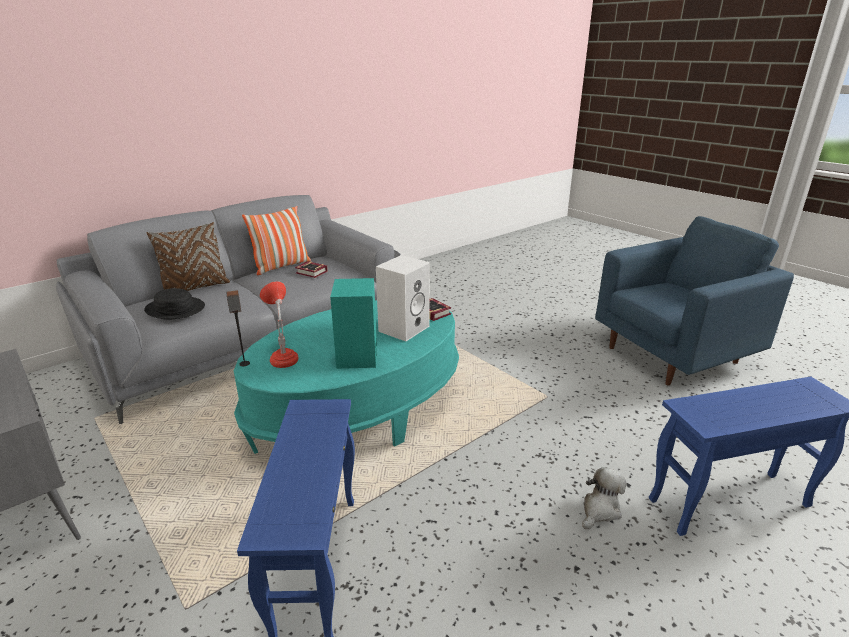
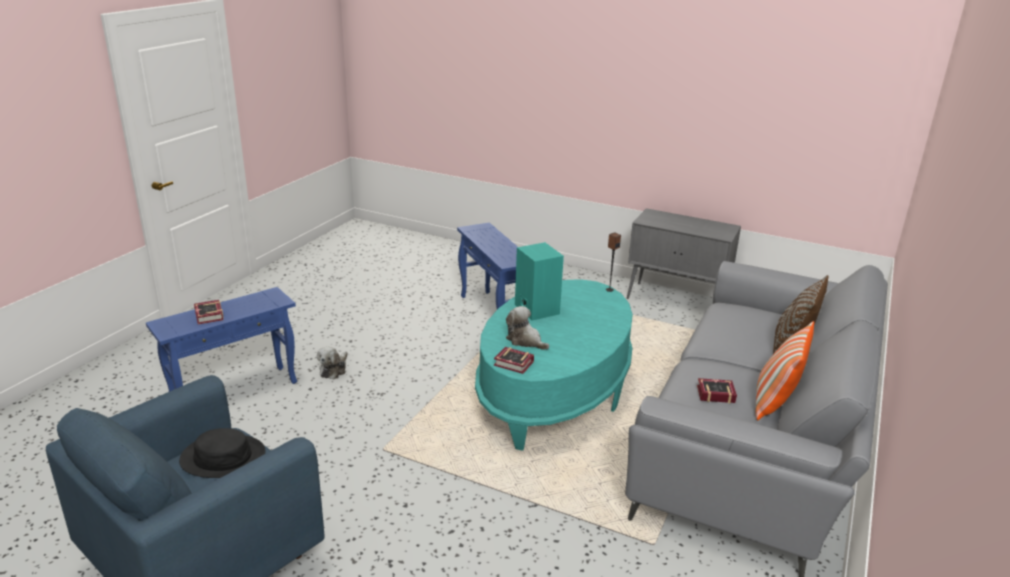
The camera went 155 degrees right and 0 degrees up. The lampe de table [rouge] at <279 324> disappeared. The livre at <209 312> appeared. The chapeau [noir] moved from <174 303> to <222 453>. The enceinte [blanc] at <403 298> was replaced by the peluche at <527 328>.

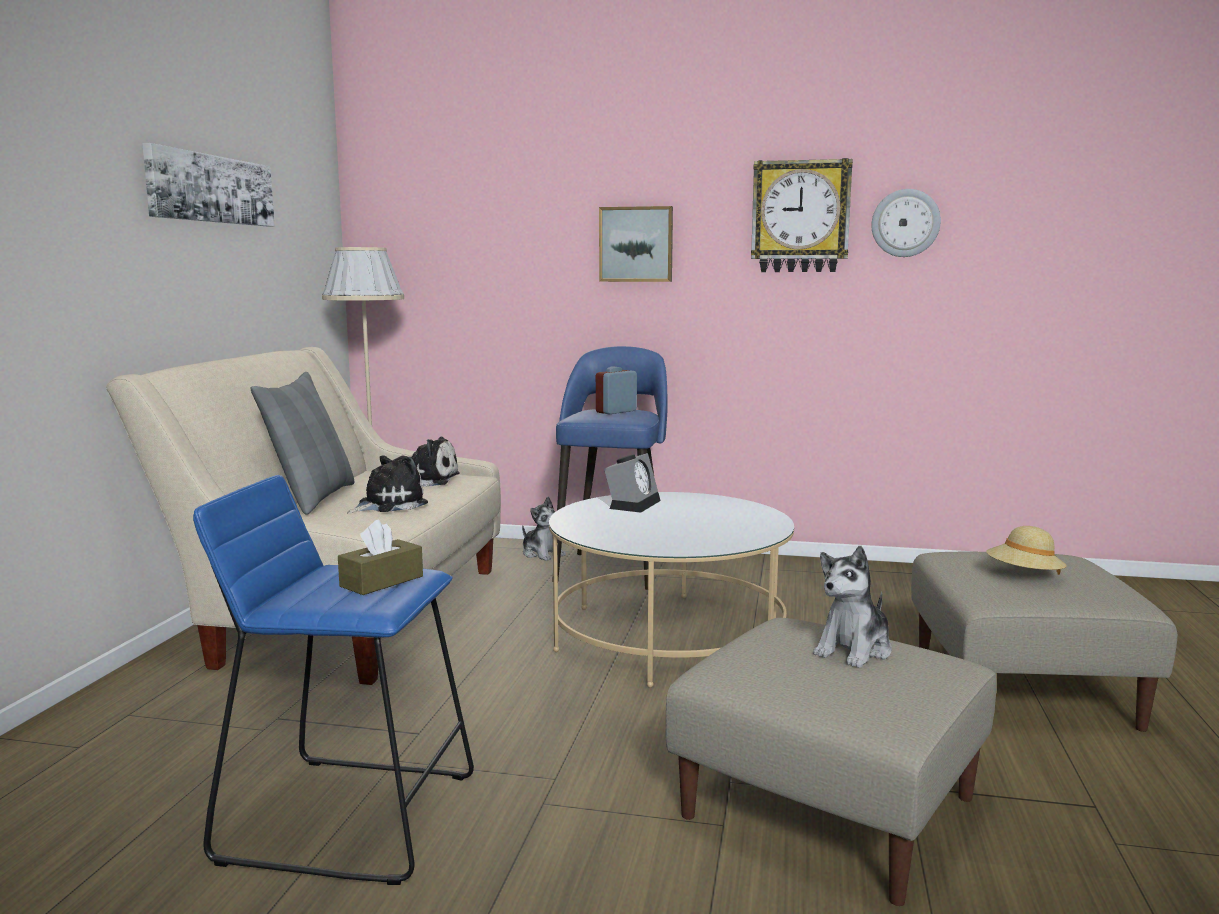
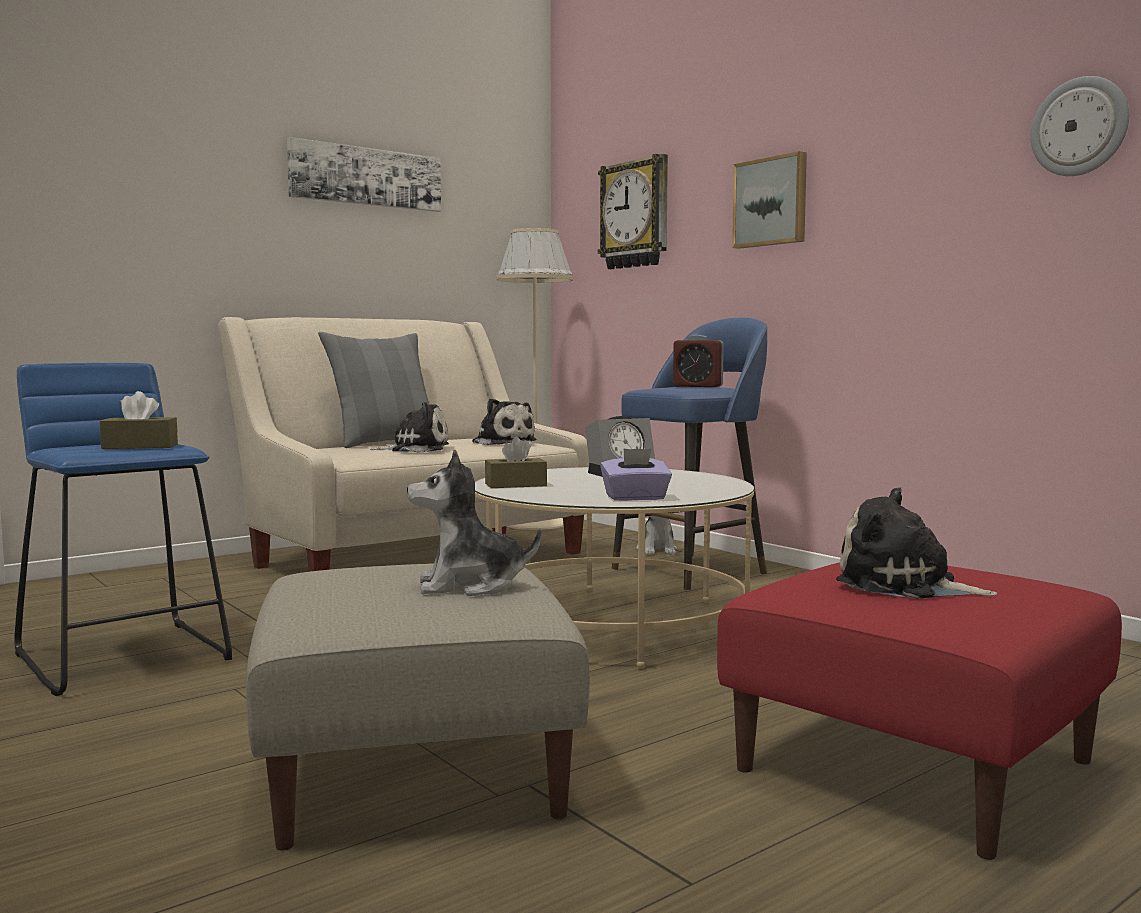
The camera went 40 degrees right and 5 degrees down. The boîte à mouchoirs [marron] at <516 462> appeared. The boîte à mouchoirs [violet] at <636 475> appeared. The horloge murale moved from <802 215> to <633 211>. The chapeau [beige] at <1026 550> was replaced by the peluche at <916 543>. The pouf [beige] at <1044 642> became the pouf [rouge] at <919 711>. The réveil at <616 390> turned 150 degrees counterclockwise.

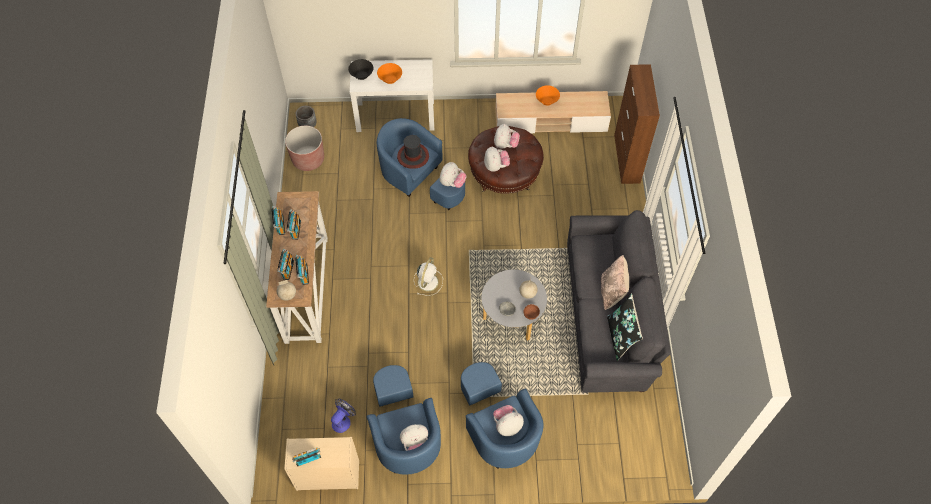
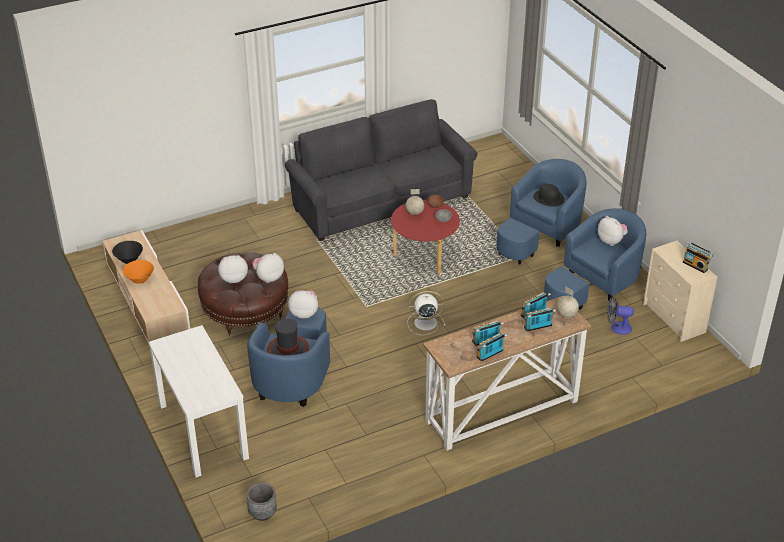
The camera went 115 degrees left and 20 degrees down. The cache-pot [marron] at <304 148> disappeared. The bol [orange] at <389 73> disappeared. The coussin [beige] at <615 282> disappeared. The coussin [noir] at <625 327> disappeared. The meuble de rangement [marron] at <637 124> disappeared. The bol [noir] moved from <360 69> to <127 252>. The peluche at <508 420> was replaced by the chapeau [noir] at <548 195>. The table basse [gris] at <514 305> became the table basse [rouge] at <425 237>.

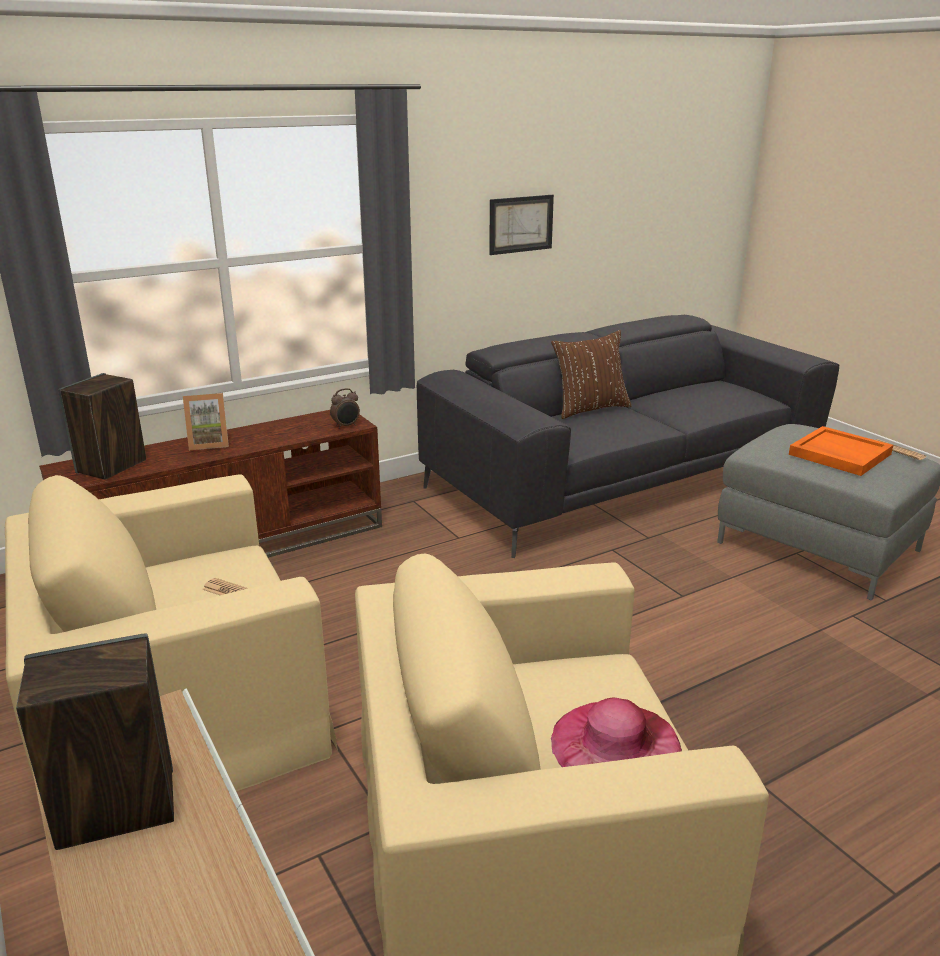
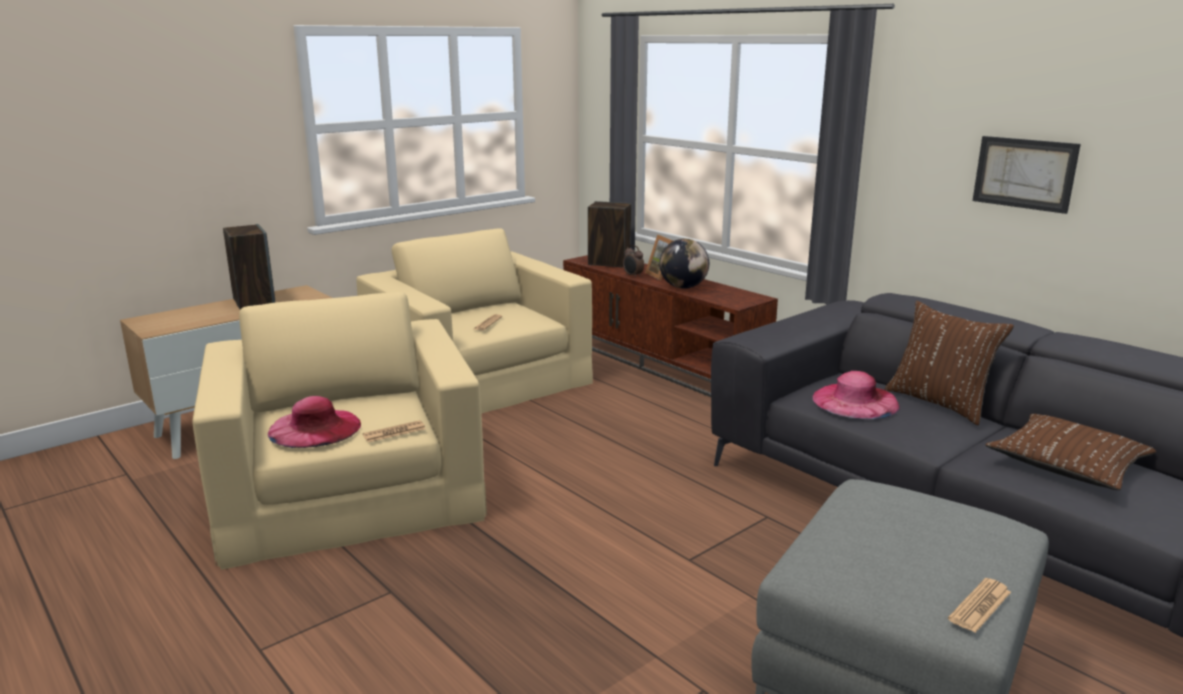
The camera went 80 degrees right and 5 degrees down. The plateau [orange] at <841 451> disappeared. The journal at <394 431> appeared. The globe at <684 264> appeared. The chapeau [rose] at <856 395> appeared. The coussin [marron] at <1070 452> appeared. The réveil moved from <345 408> to <633 261>.

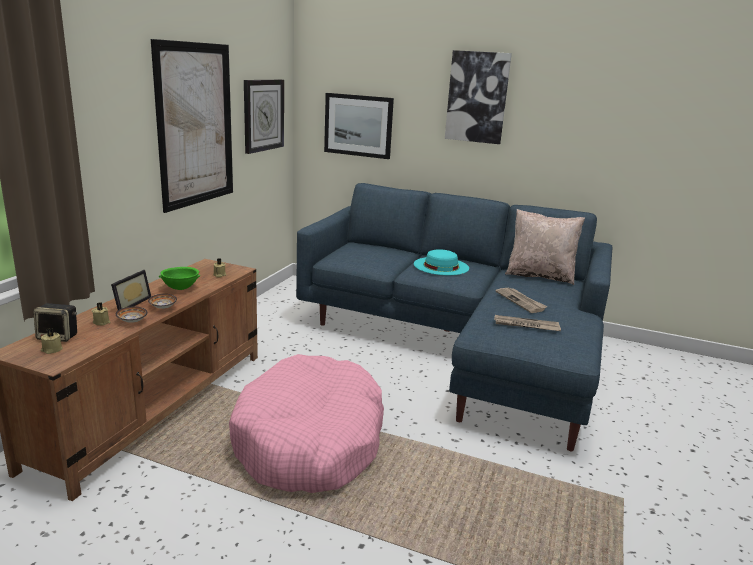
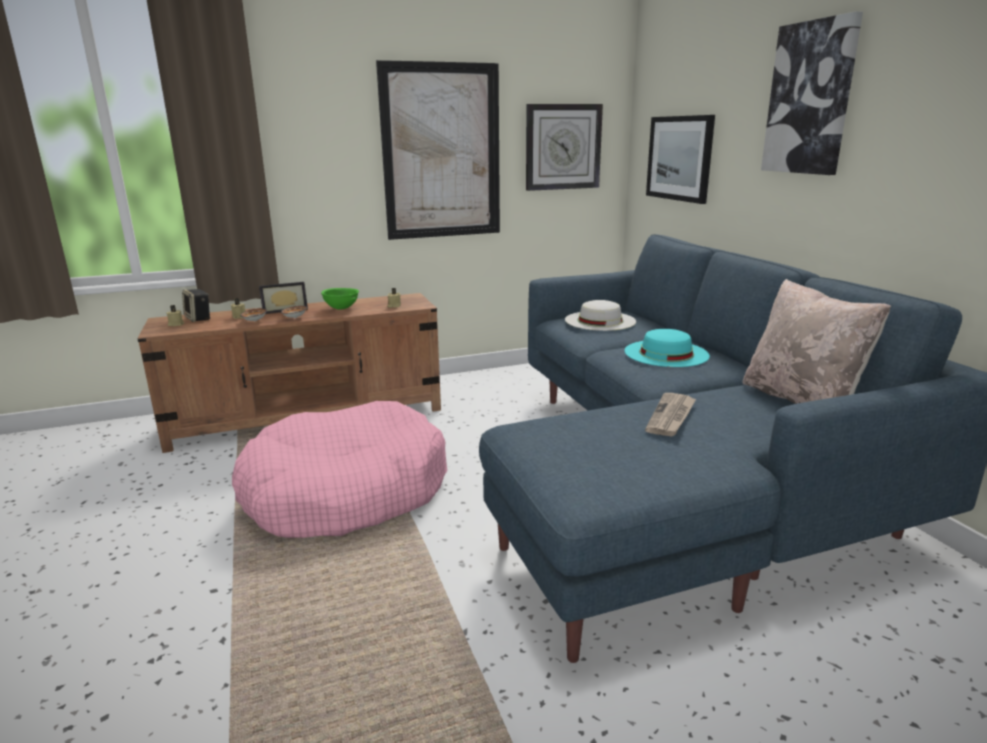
The camera went 50 degrees right and 0 degrees up. The journal at <527 323> disappeared. The chapeau [blanc] at <600 315> appeared.

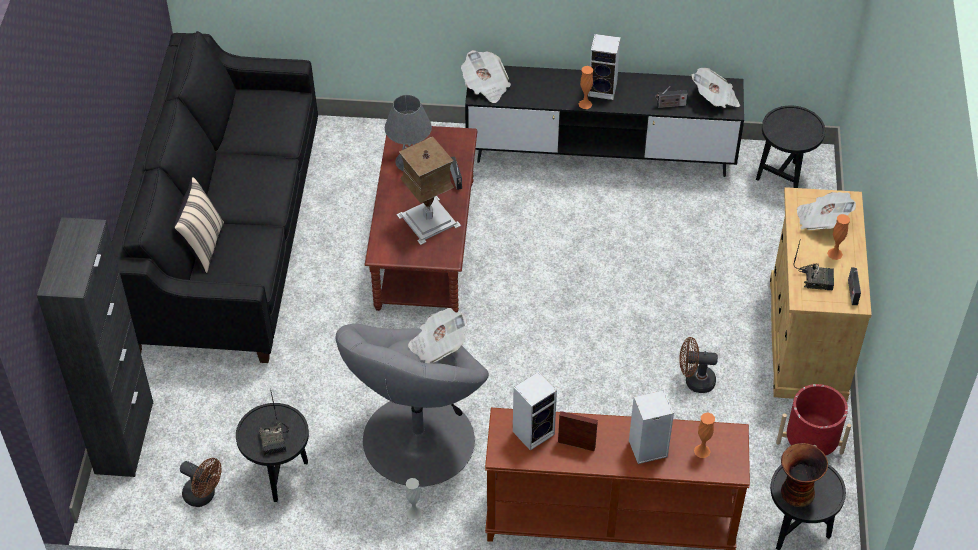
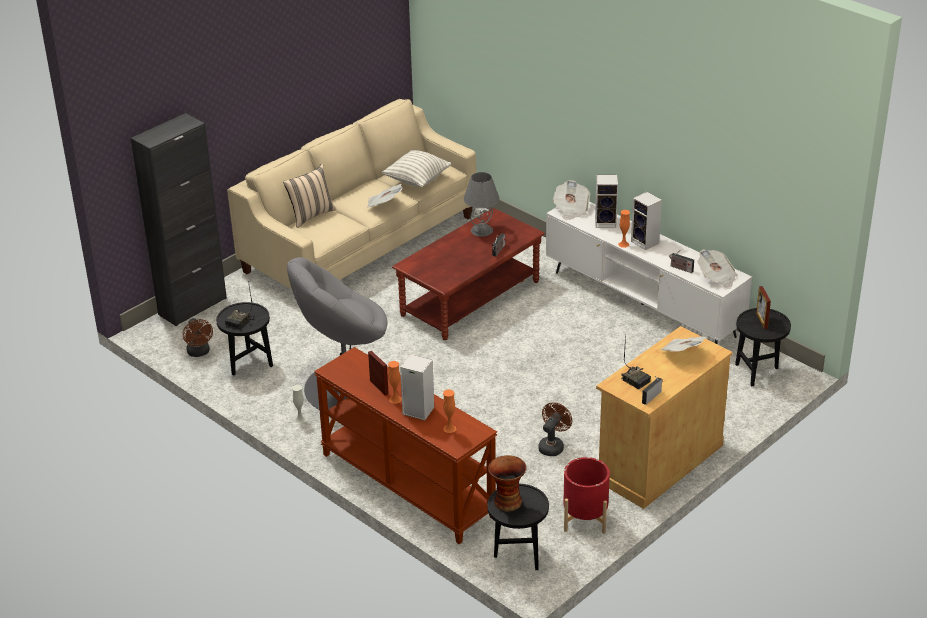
The camera went 40 degrees right and 15 degrees down. The lampe de table at <428 190> disappeared. The coussin at <417 168> appeared. The cadre photo at <763 307> appeared. The journal moved from <437 335> to <385 196>. The enceinte moved from <535 411> to <606 201>. The vase [orange] moved from <838 237> to <395 382>. The canapé [noir] at <215 197> became the canapé [beige] at <351 194>. The meuble télé [noir] at <604 121> became the meuble télé [blanc] at <649 272>. The ventilateur [marron] at <698 365> turned 75 degrees clockwise.

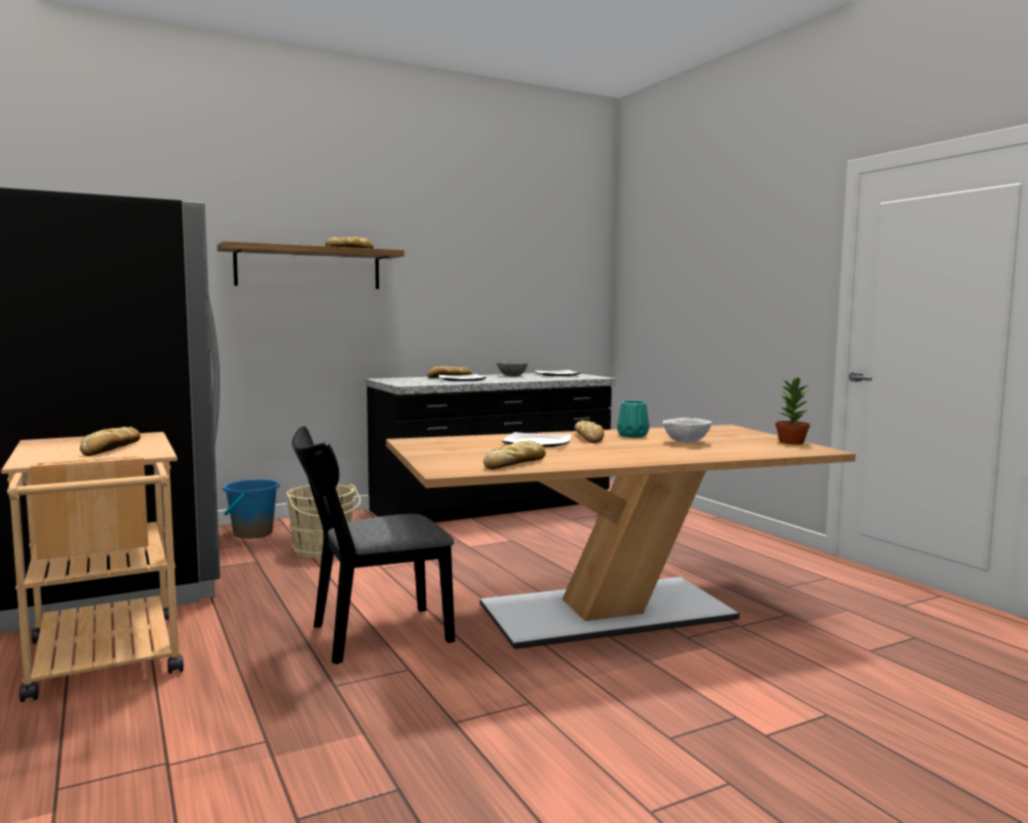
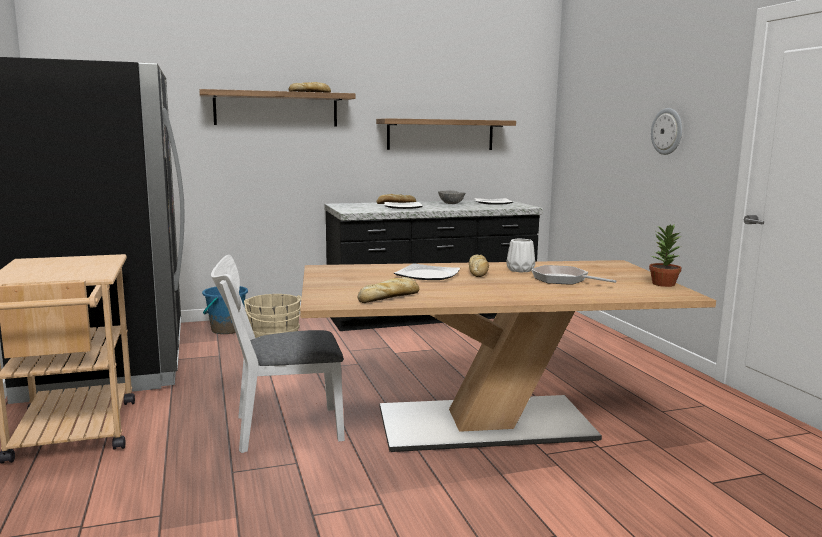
The camera went 10 degrees right and 5 degrees up. The pain at <110 441> disappeared. The étagère at <446 134> appeared. The horloge murale at <666 131> appeared. The bol [blanc] at <687 430> was replaced by the poêle at <573 274>. The chaise [noir] at <373 545> became the chaise [blanc] at <278 354>. The vase [turquoise] at <633 419> became the vase [blanc] at <520 255>.

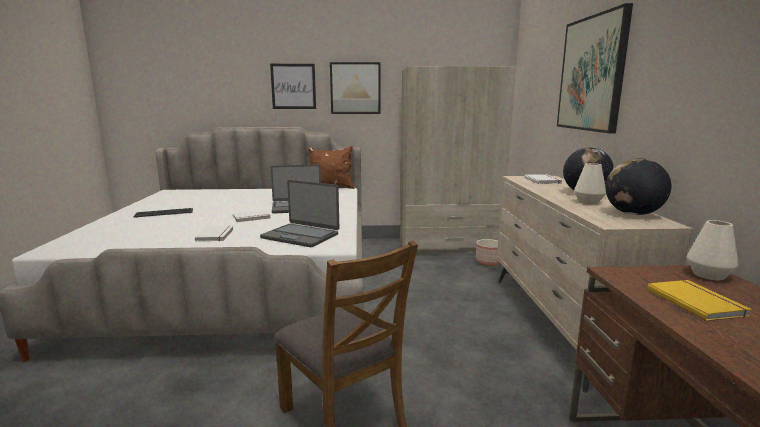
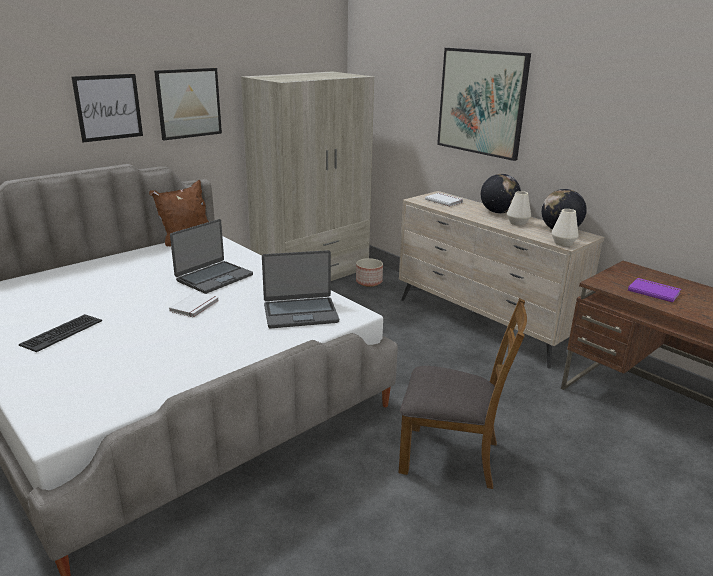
The camera went 40 degrees left and 10 degrees up. The livre [blanc] at <214 233> disappeared. The vase [blanc] moved from <713 250> to <565 227>. The livre [jaune] at <699 300> became the livre [violet] at <654 290>.

